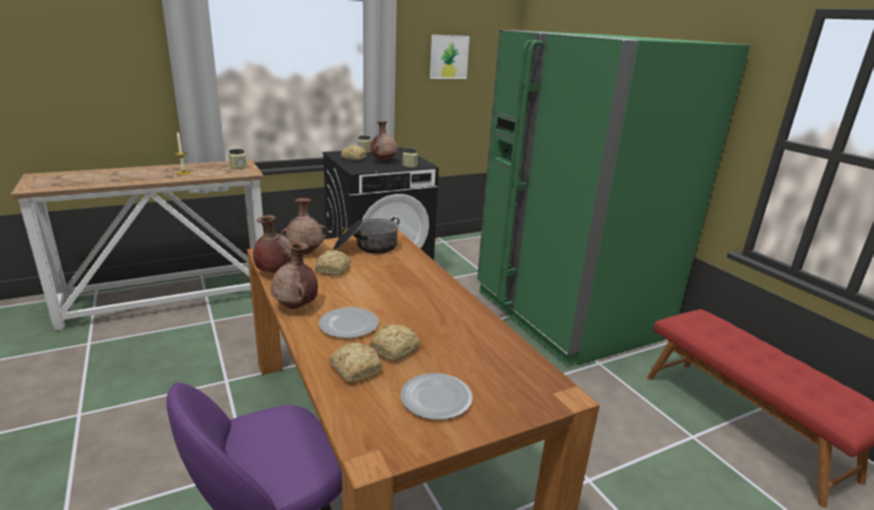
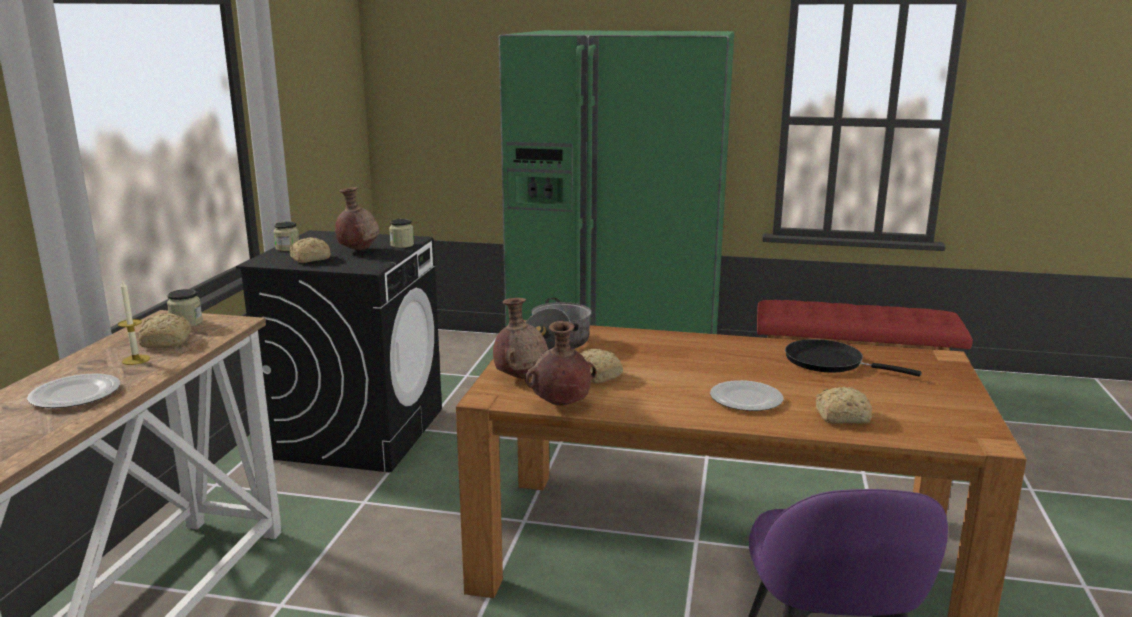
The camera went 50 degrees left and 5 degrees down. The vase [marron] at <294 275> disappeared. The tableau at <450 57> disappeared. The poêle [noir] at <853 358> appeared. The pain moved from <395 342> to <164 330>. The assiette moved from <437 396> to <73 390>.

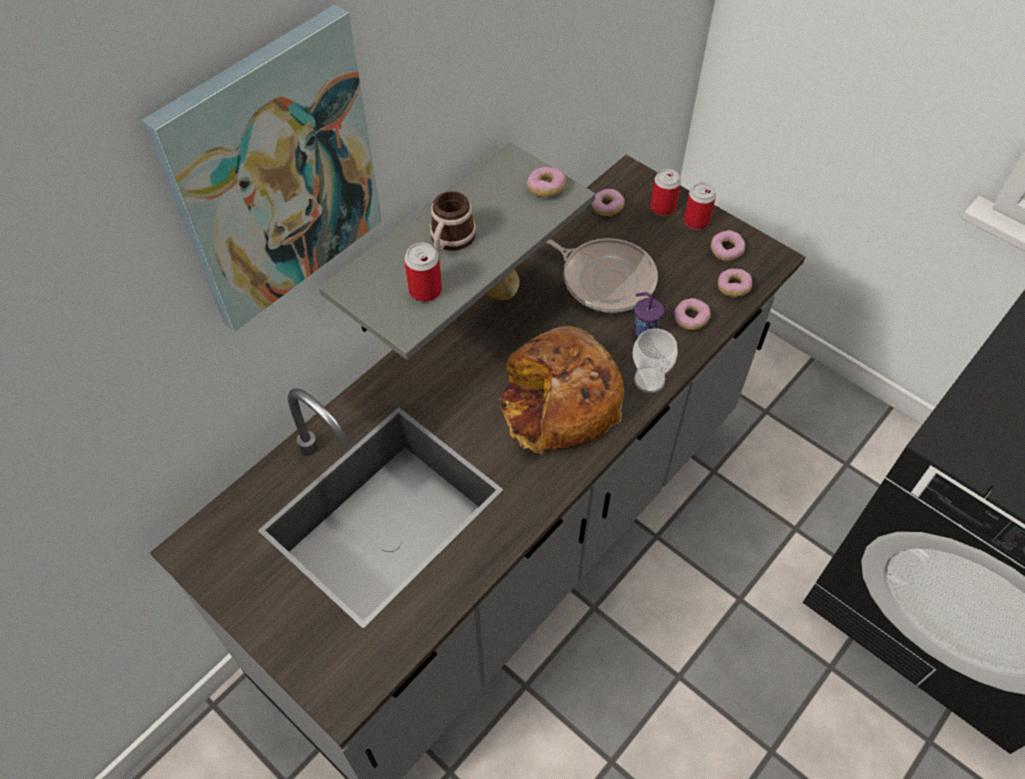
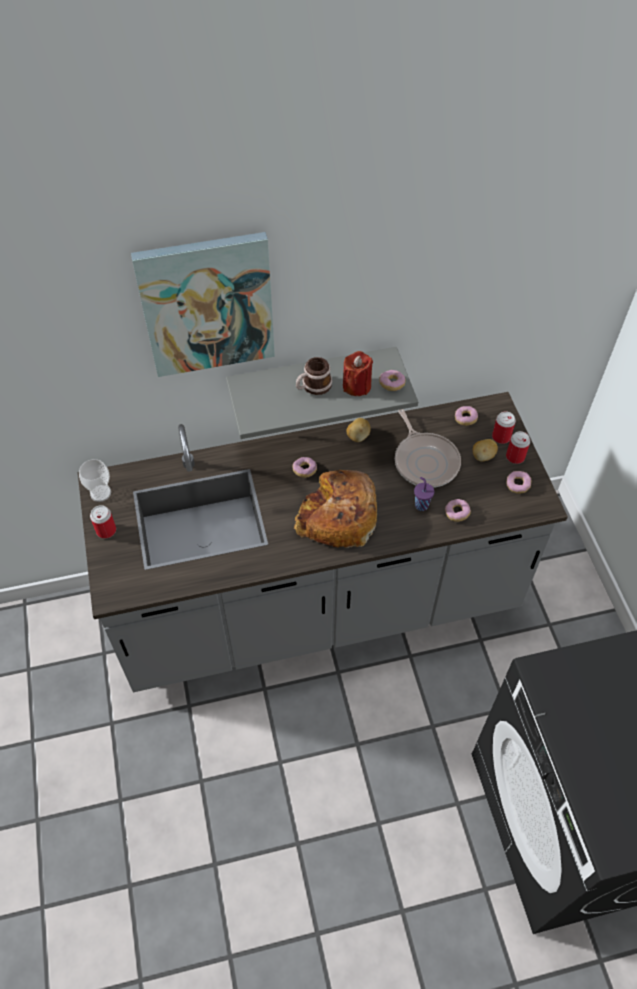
The camera went 35 degrees right and 0 degrees up. The bougie [rouge] at <358 373> appeared. The pomme de terre at <485 450> appeared. The boîte métallique moved from <423 272> to <103 522>. The tasse moved from <655 360> to <95 480>. The beignet moved from <735 282> to <304 467>.

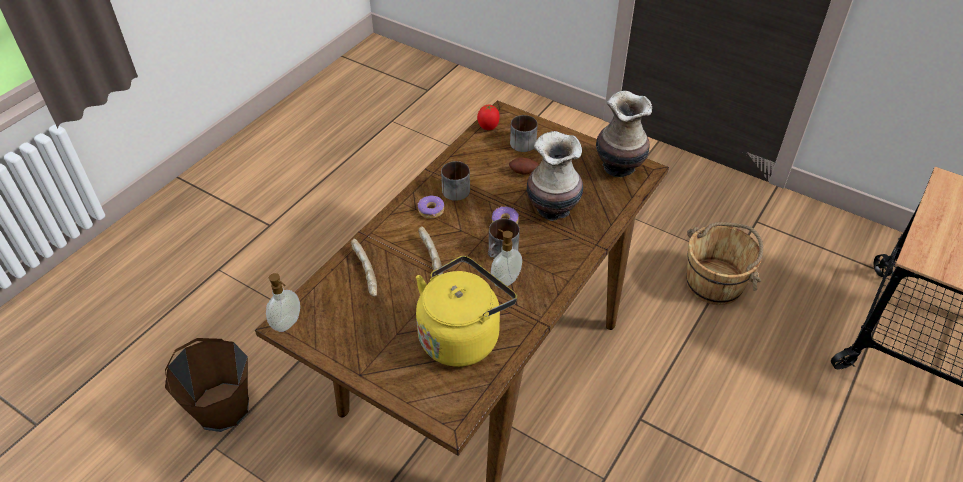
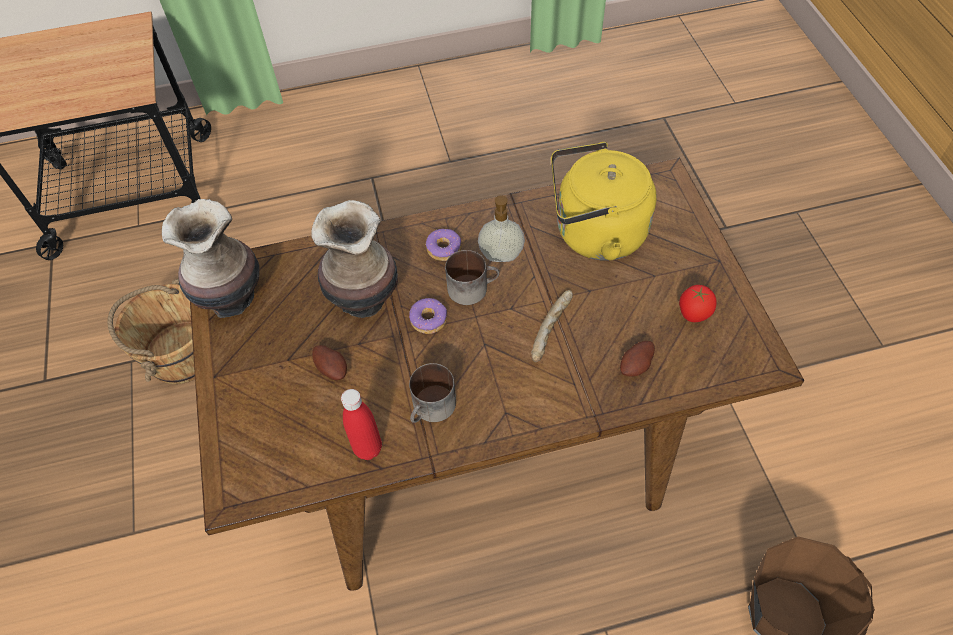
The camera went 135 degrees left and 10 degrees up. The distributeur de savon at <283 302> disappeared. The mug at <524 133> disappeared. The bouteille [rouge] at <361 424> appeared. The beignet moved from <431 207> to <443 245>. The tomate moved from <488 117> to <698 303>. The pain at <364 268> was replaced by the pomme de terre at <637 359>.

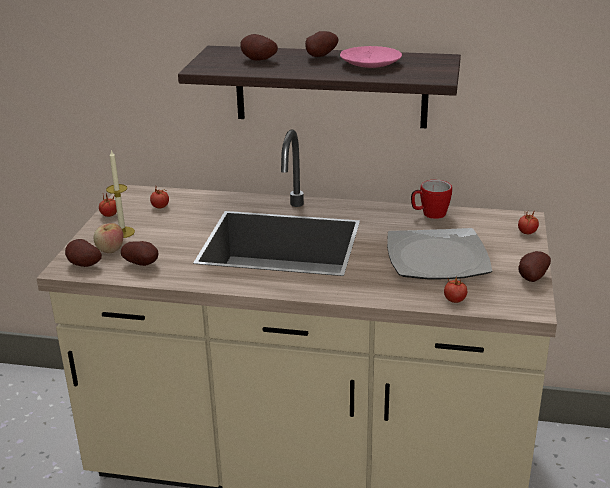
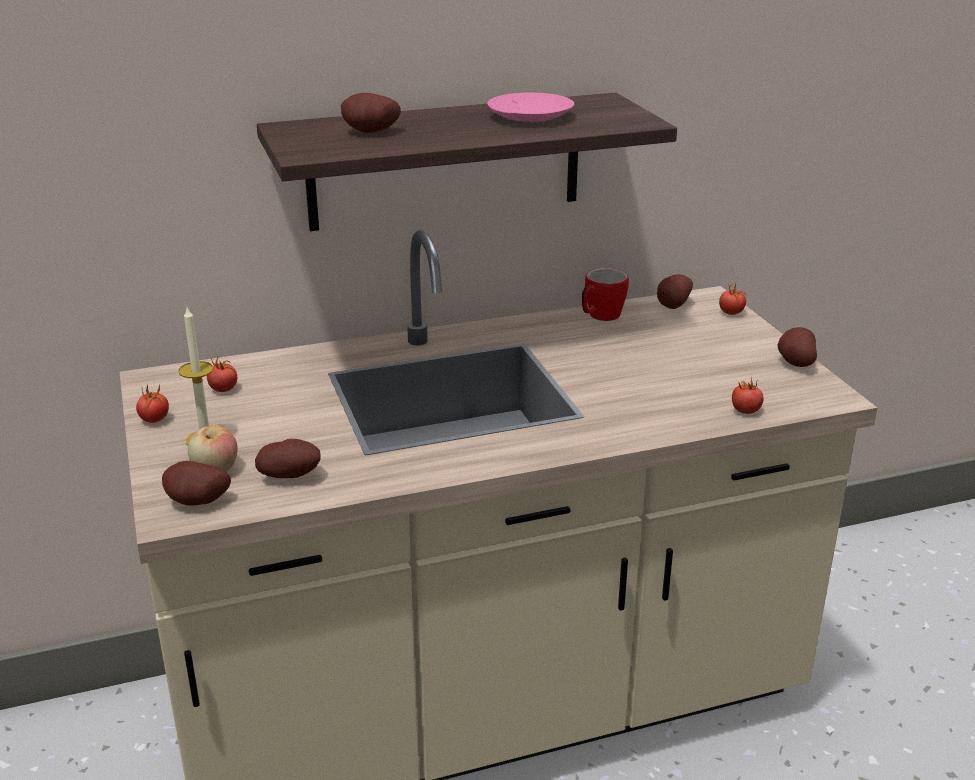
The camera went 30 degrees left and 0 degrees up. The assiette at <439 254> disappeared. The pomme de terre moved from <322 44> to <675 291>.

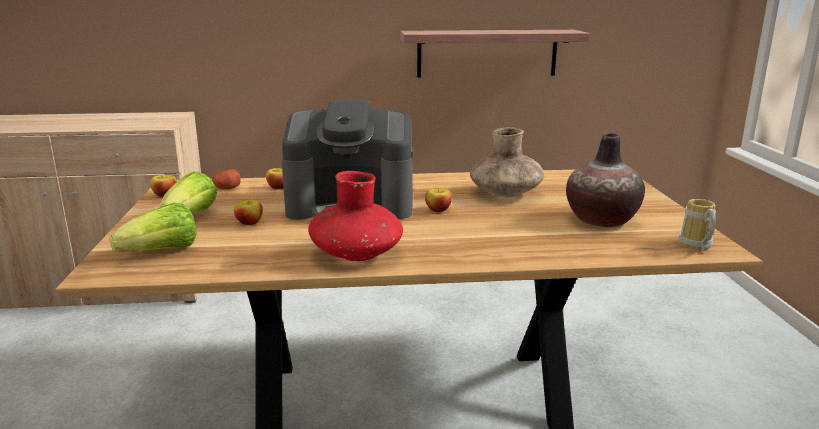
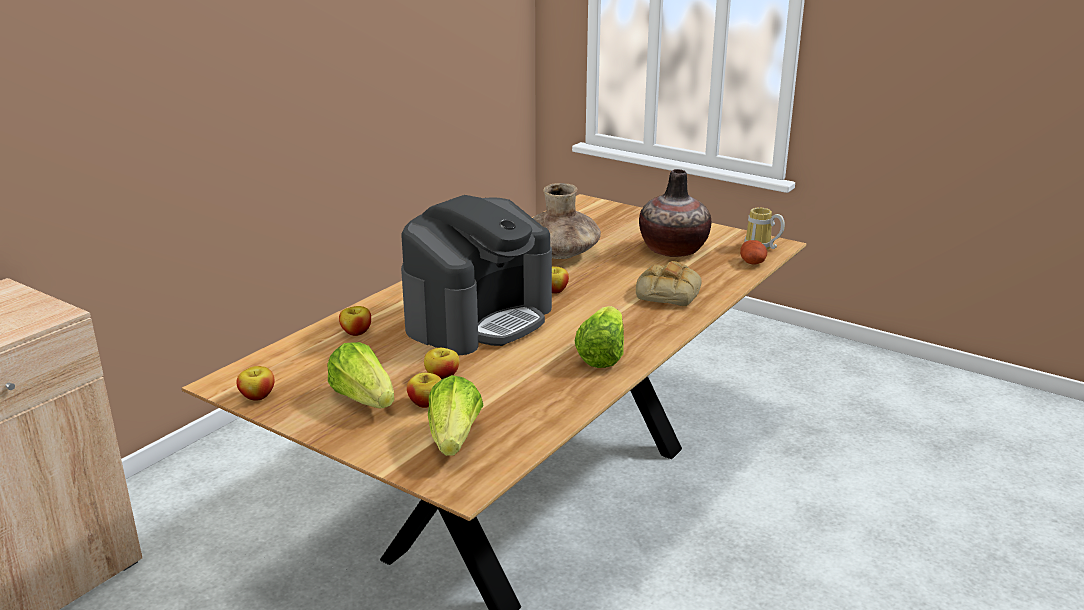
The camera went 50 degrees left and 5 degrees up. The étagère at <495 54> disappeared. The pomme at <424 390> appeared. The pain at <669 283> appeared. The pomme de terre moved from <226 179> to <753 252>. The vase [rouge] at <355 216> was replaced by the laitue at <599 337>.

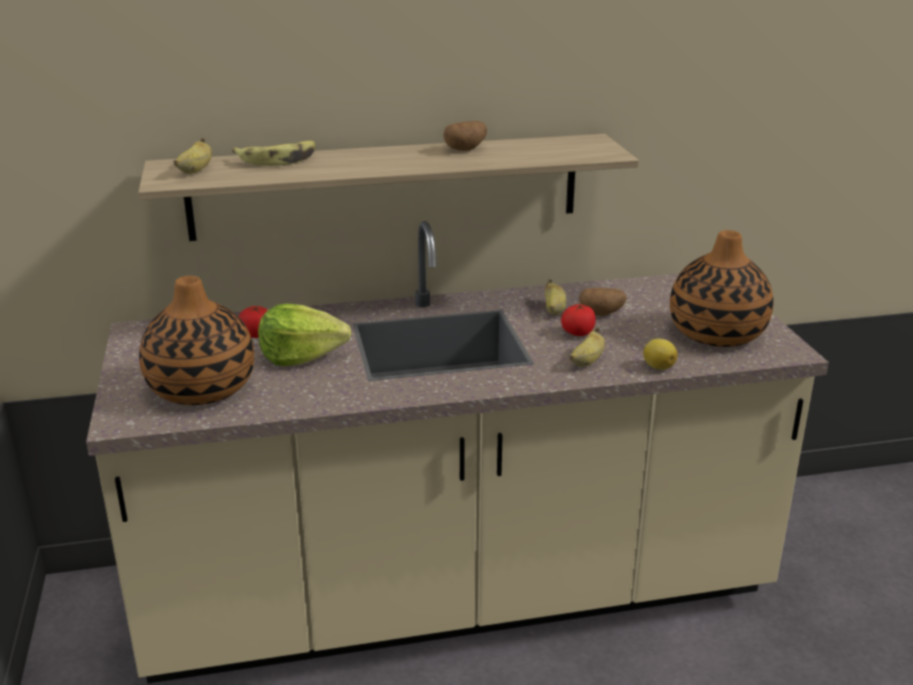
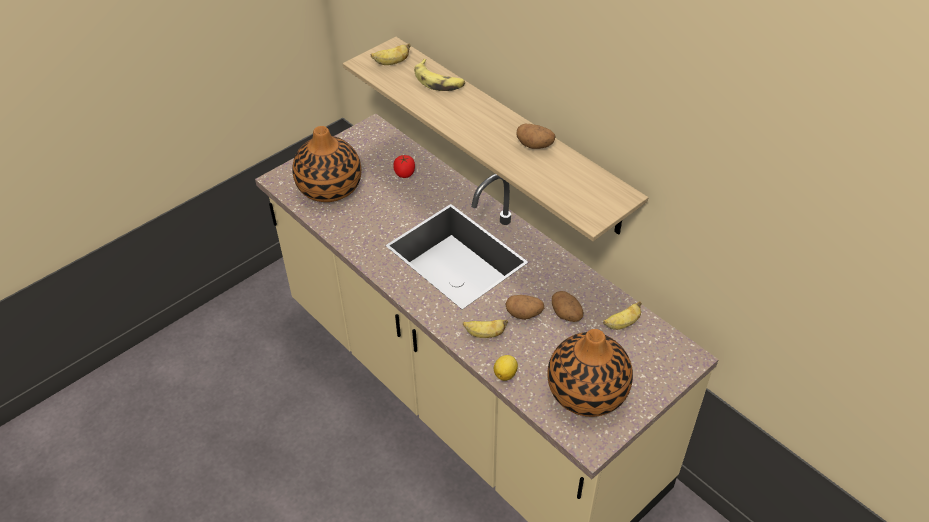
The camera went 60 degrees right and 20 degrees up. The laitue at <304 335> disappeared. The banane moved from <555 297> to <622 315>. The tomate at <578 319> was replaced by the pomme de terre at <525 307>.

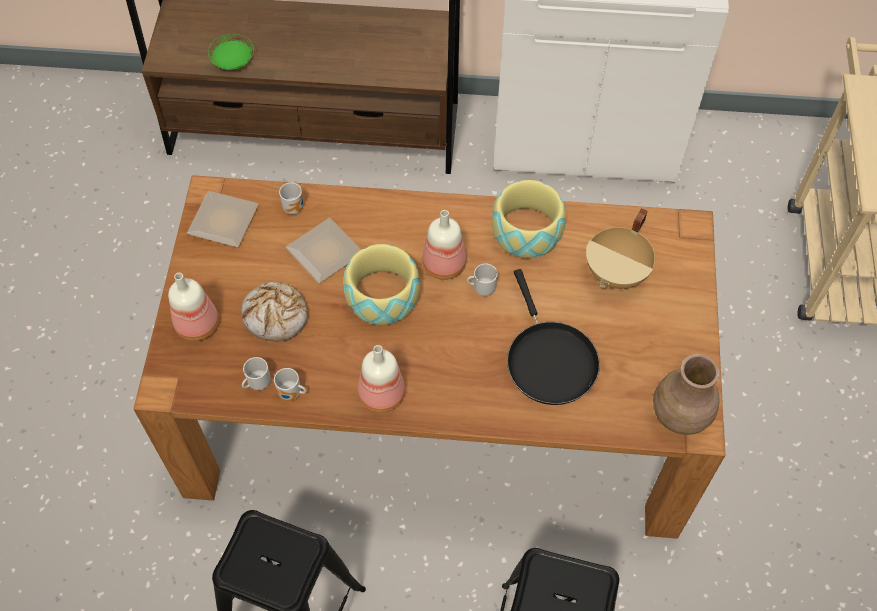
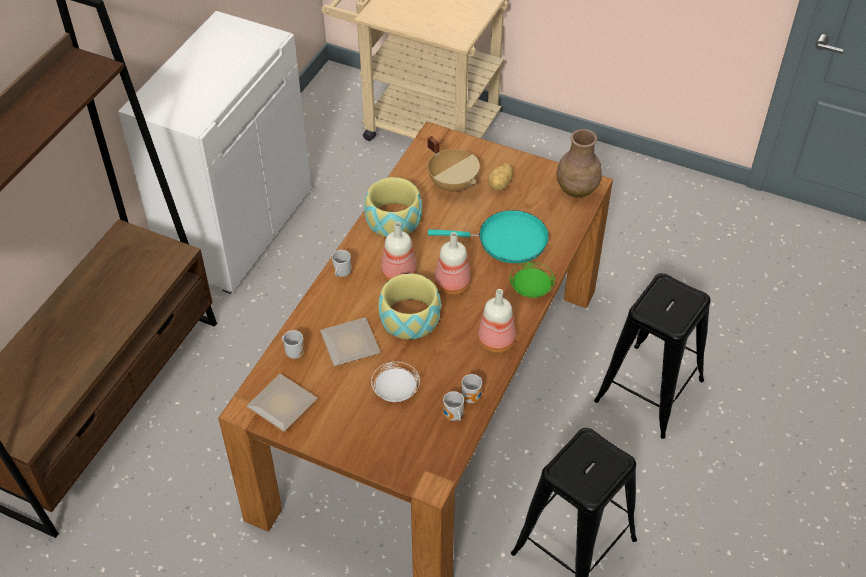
The camera went 70 degrees left and 10 degrees down. The pomme de terre at <500 177> appeared. The bouteille moved from <193 307> to <453 263>. The assiette [vert] moved from <231 52> to <532 280>. The mug moved from <482 279> to <341 263>. The pain at <274 311> was replaced by the assiette [blanc] at <395 382>. The poêle [noir] at <553 337> became the poêle [turquoise] at <488 236>.

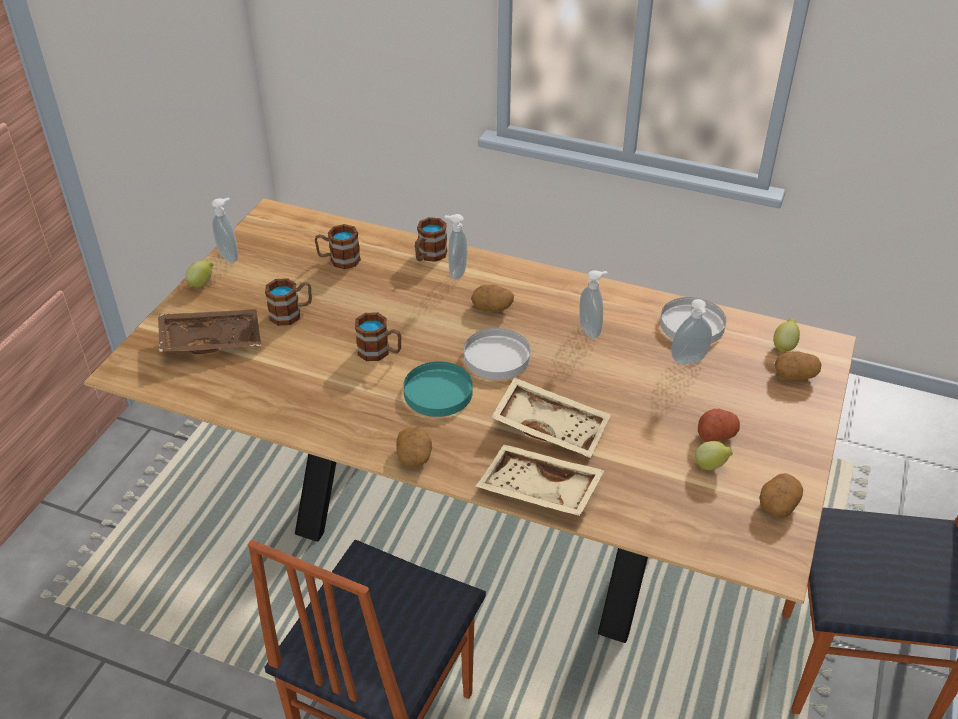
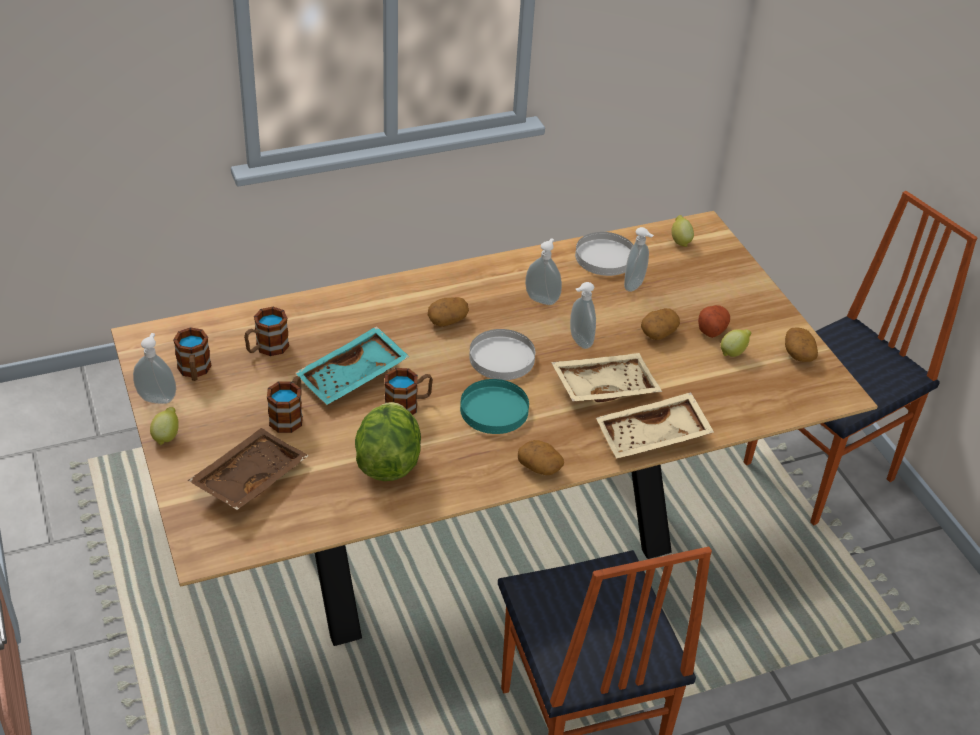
The camera went 45 degrees left and 0 degrees up. The plateau [turquoise] at <352 365> appeared. The laitue at <388 441> appeared. The mug moved from <431 239> to <192 354>. The distributeur de savon moved from <456 247> to <583 315>. The pomme de terre moved from <797 365> to <660 324>.

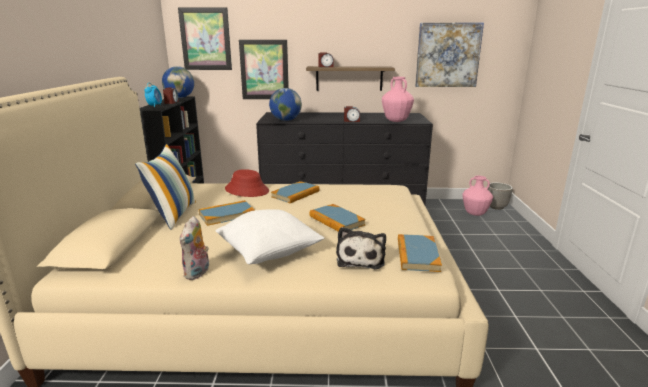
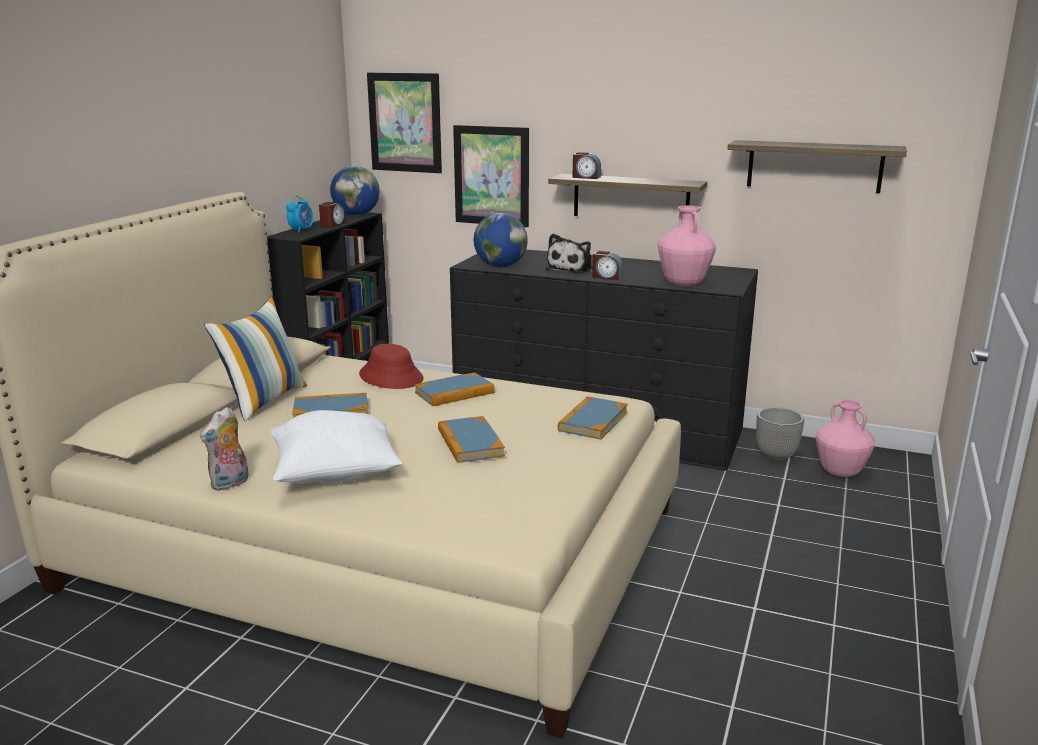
The camera went 20 degrees right and 0 degrees up. The peluche moved from <361 248> to <569 253>. The livre moved from <420 253> to <593 418>. The cache-pot moved from <500 196> to <780 434>. The tableau at <449 55> was replaced by the étagère at <817 166>.

